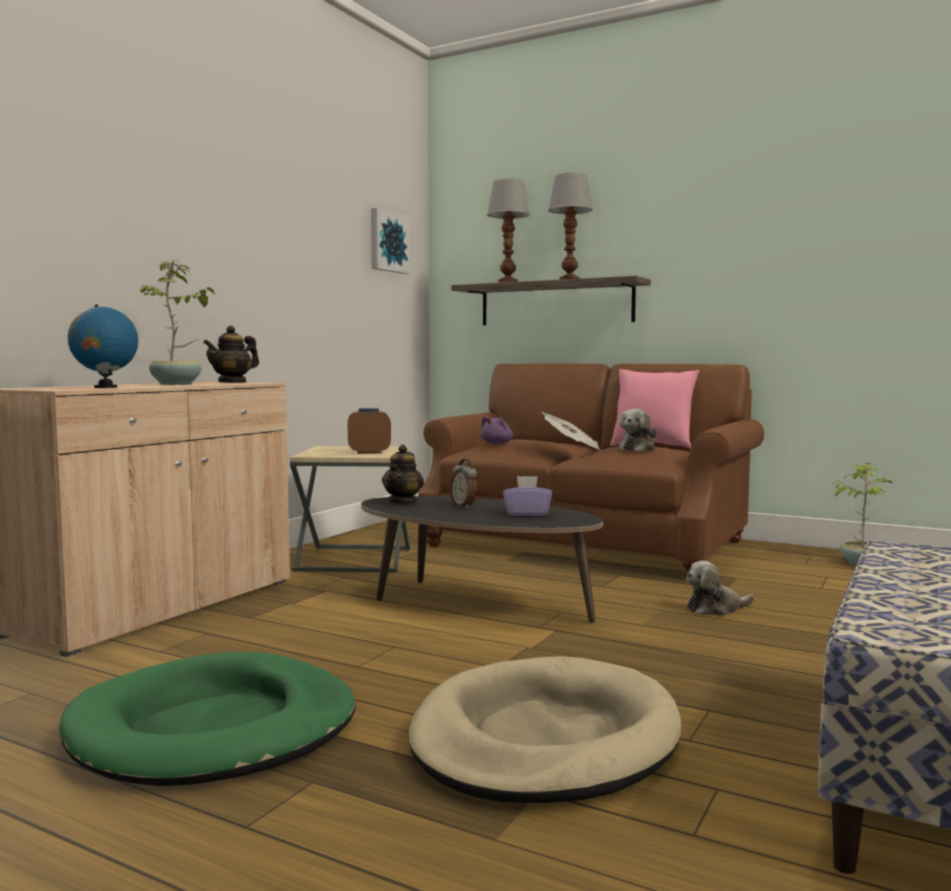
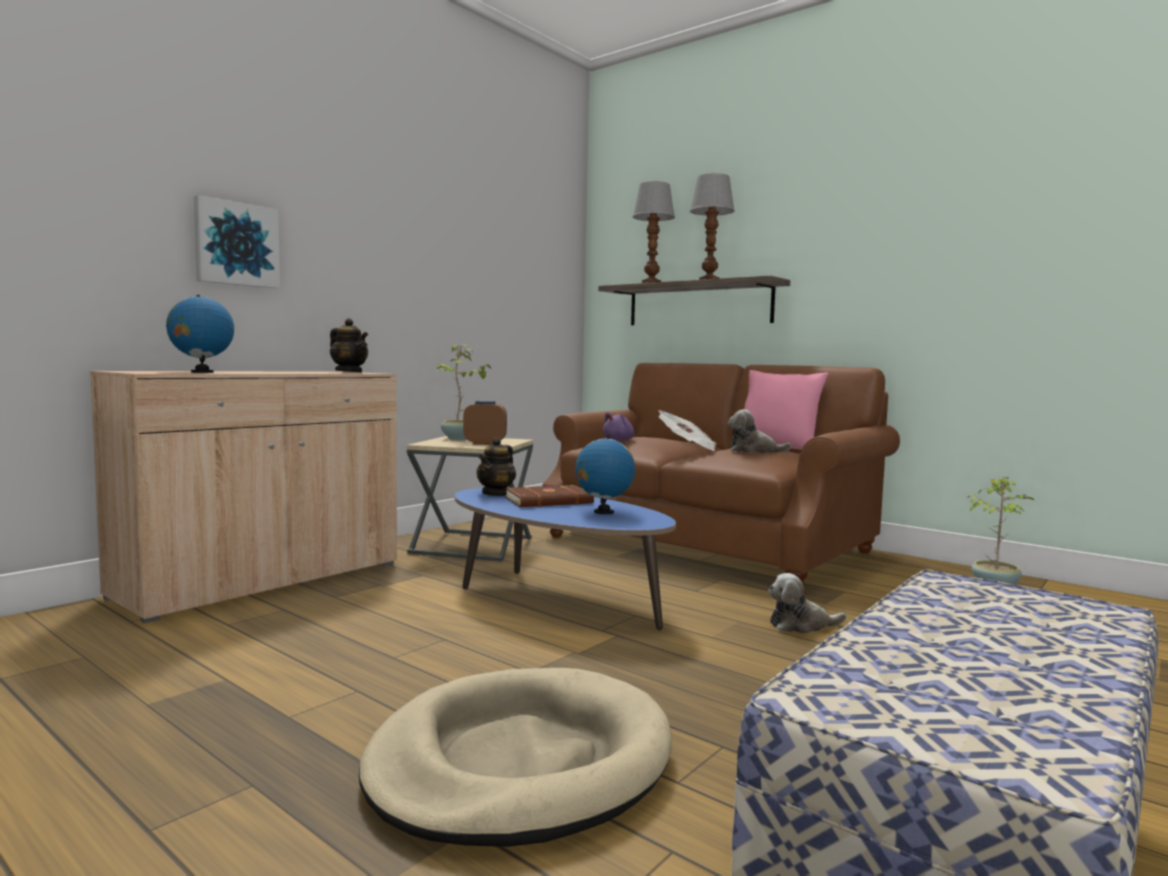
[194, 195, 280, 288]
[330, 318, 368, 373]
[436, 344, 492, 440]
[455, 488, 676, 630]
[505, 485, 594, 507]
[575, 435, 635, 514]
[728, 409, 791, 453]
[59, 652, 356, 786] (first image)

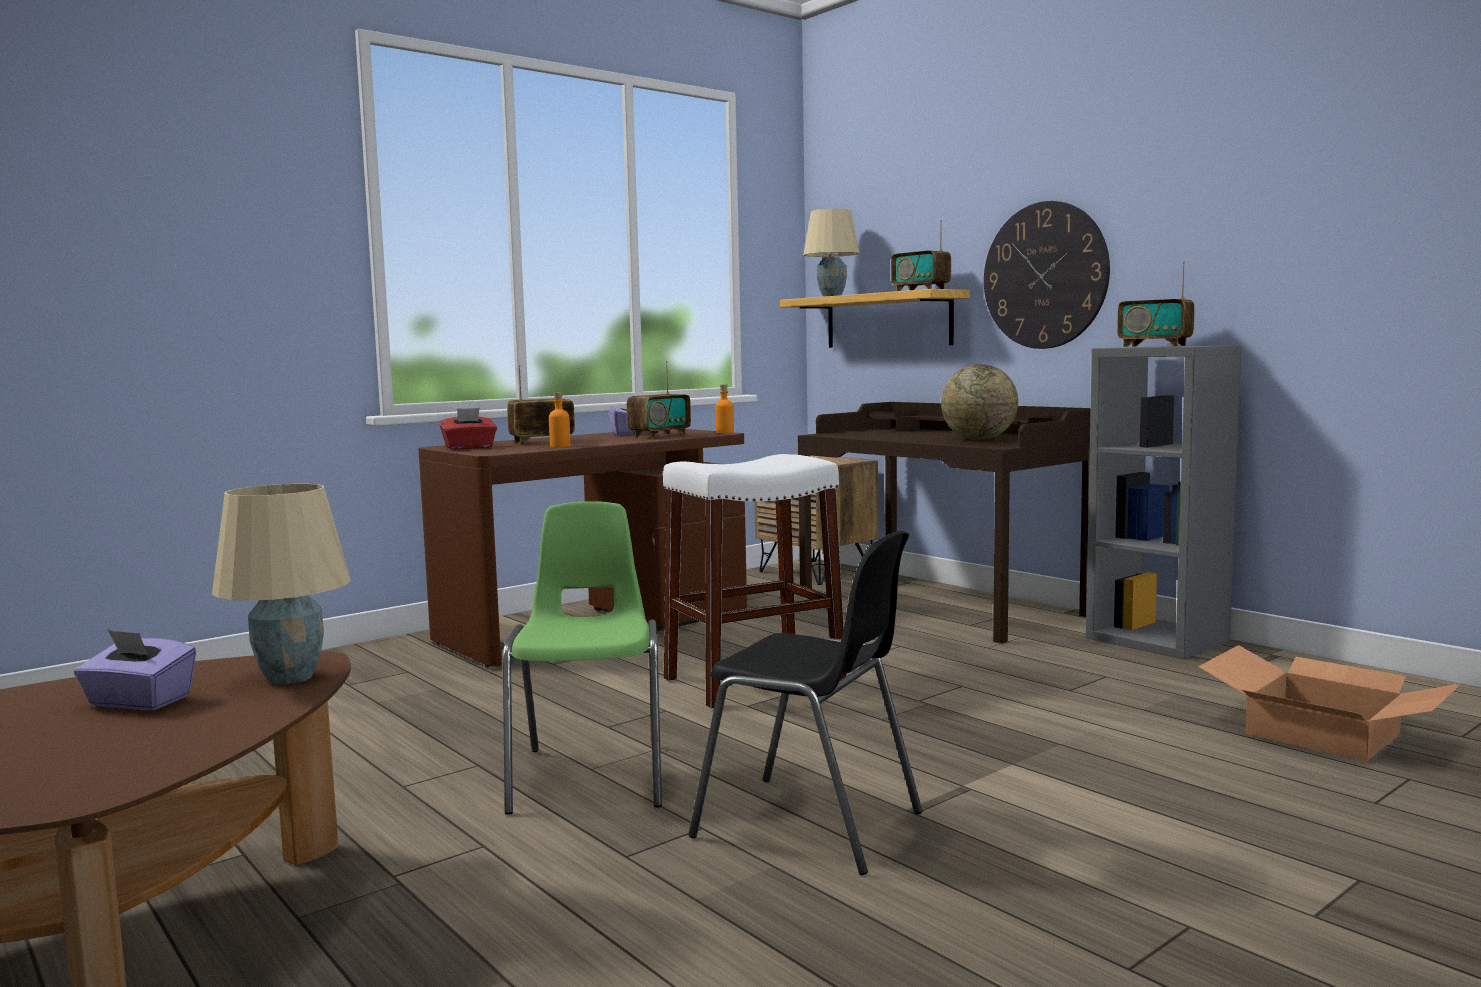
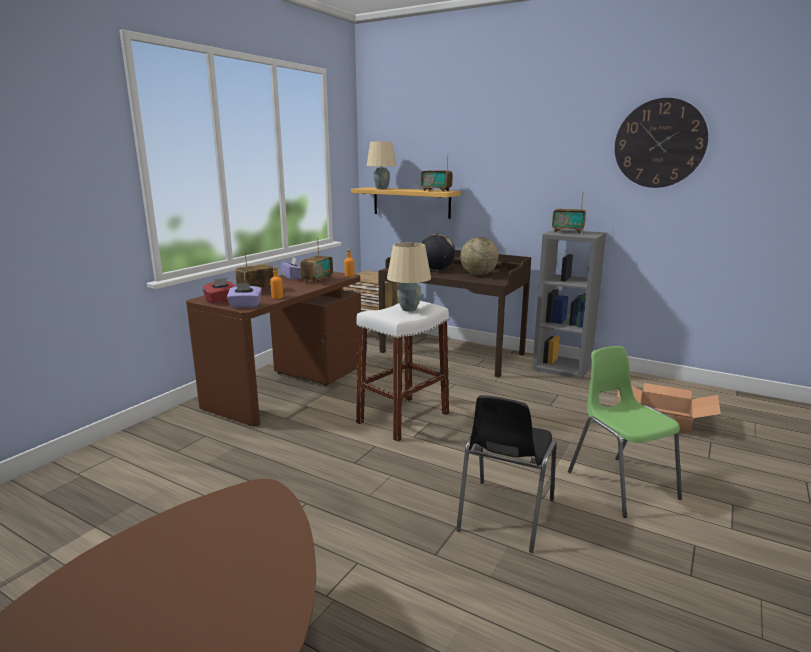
[227, 283, 262, 308]
[387, 242, 431, 312]
[422, 234, 455, 270]
[456, 395, 557, 553]
[568, 346, 682, 518]
[615, 98, 708, 188]

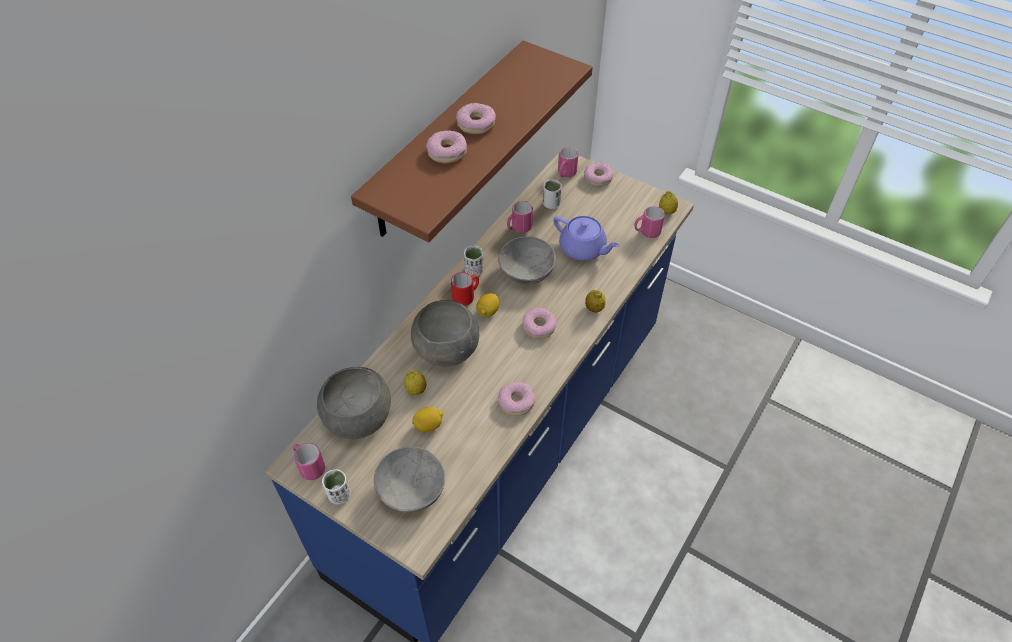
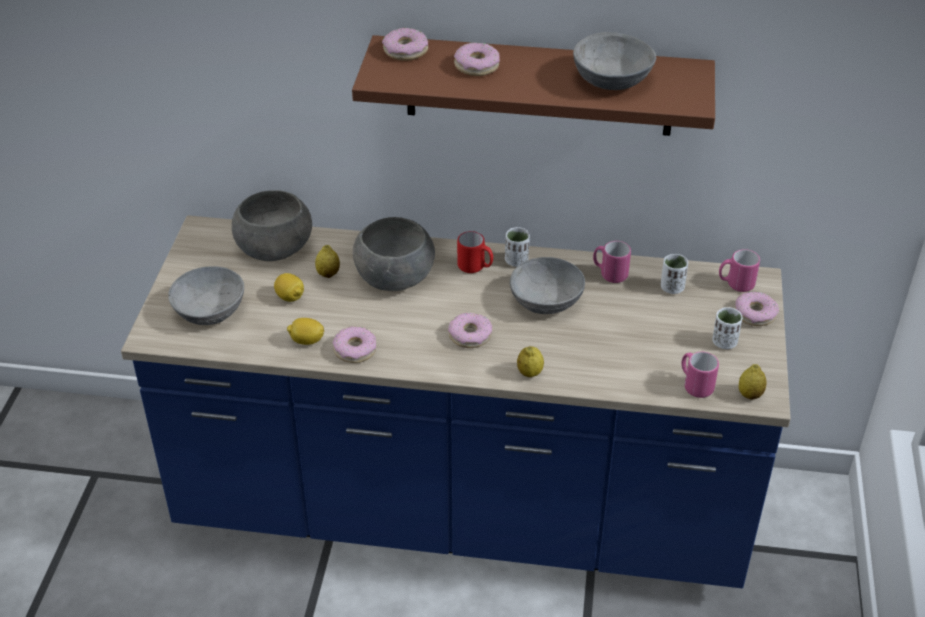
[287, 318, 325, 345]
[382, 28, 428, 61]
[573, 32, 656, 90]
[712, 307, 742, 349]
[293, 443, 325, 480] (first image)
[553, 216, 620, 261] (first image)

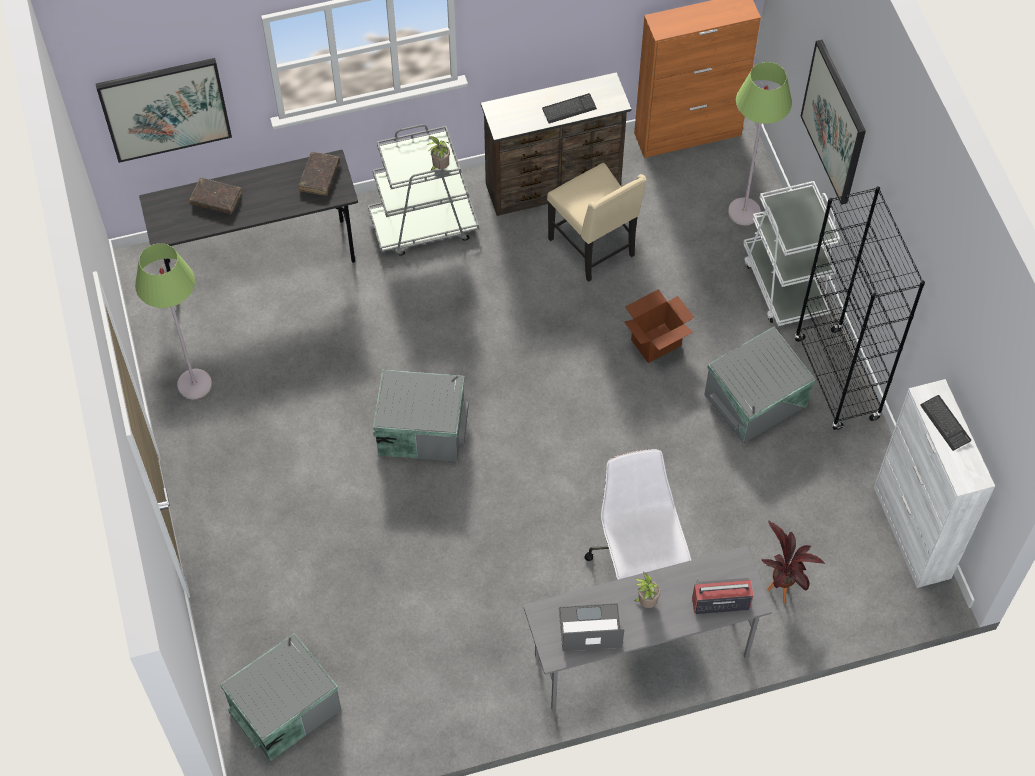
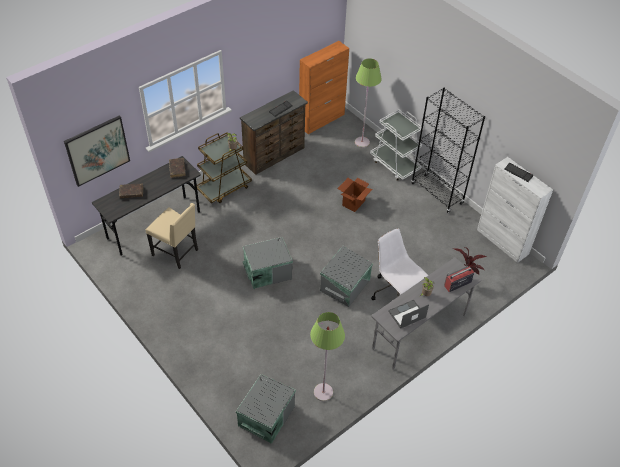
[146, 203, 198, 269]
[197, 132, 252, 203]
[310, 312, 345, 401]
[320, 246, 373, 307]
[801, 40, 866, 205] (first image)

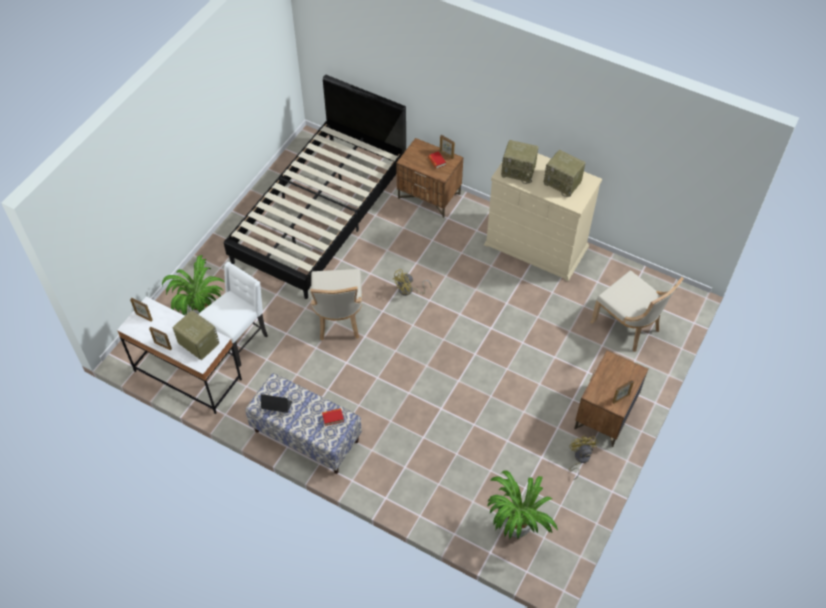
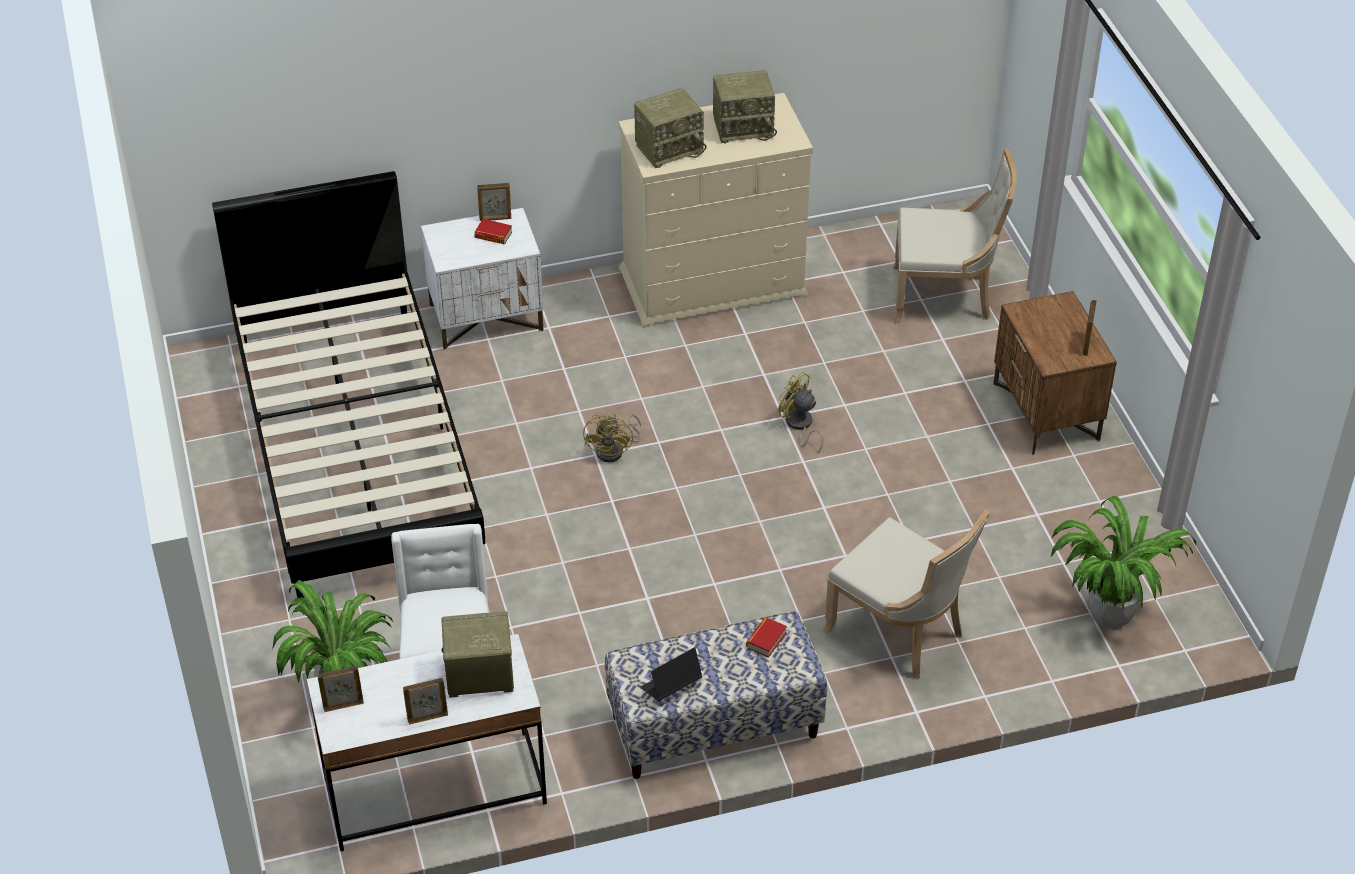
[421, 208, 543, 350]
[778, 371, 823, 453]
[823, 509, 990, 679]

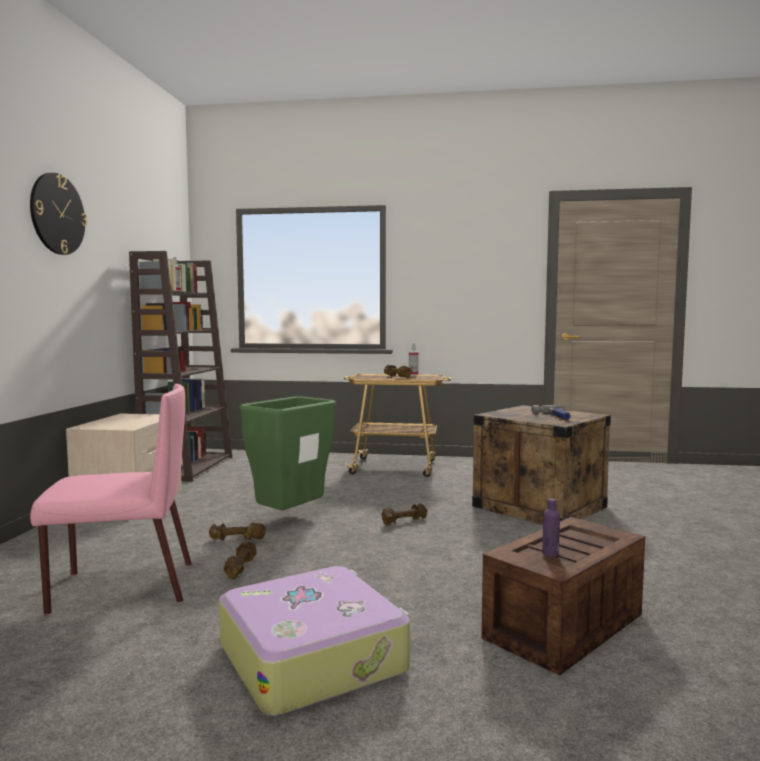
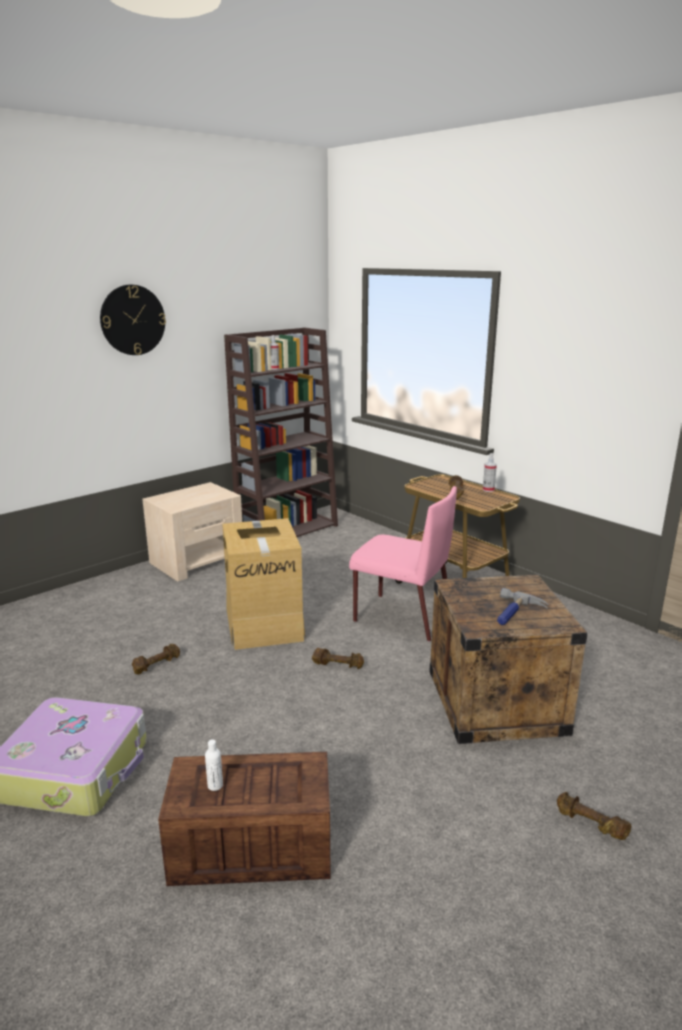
[205, 739, 223, 791]
[222, 518, 305, 650]
[349, 486, 457, 641]
[557, 792, 631, 840]

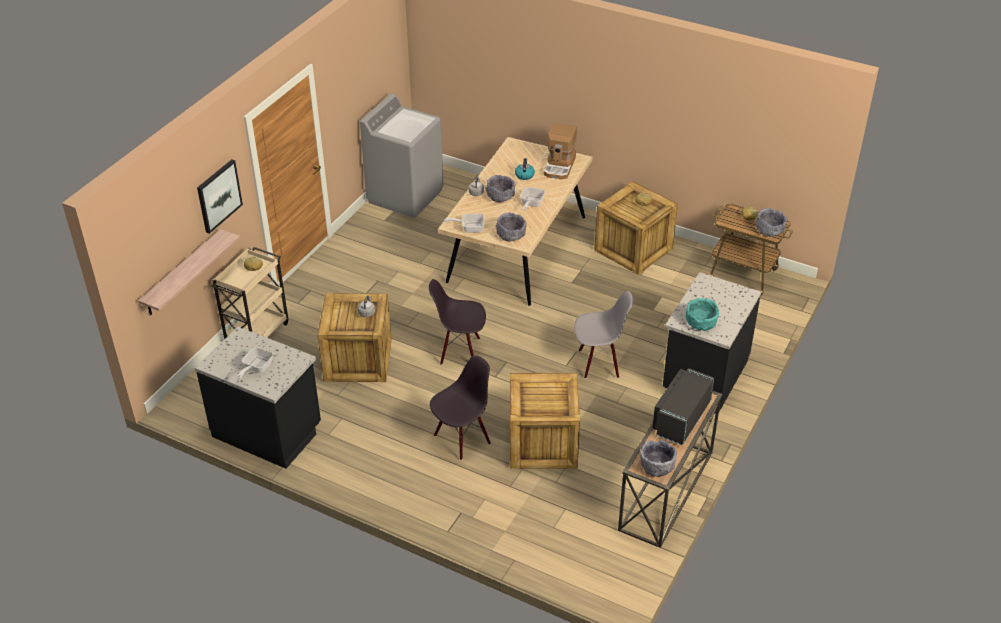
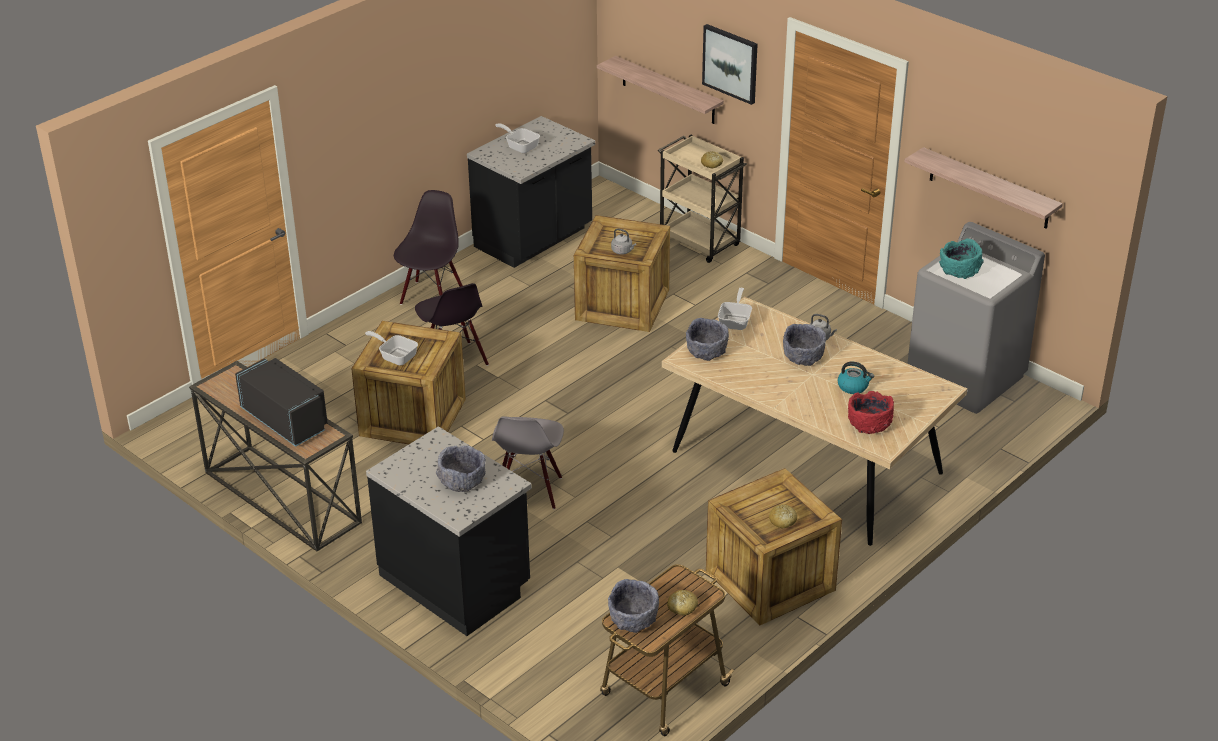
[365, 331, 418, 365]
[394, 190, 463, 305]
[436, 445, 486, 492]
[848, 391, 894, 434]
[904, 147, 1063, 229]
[939, 238, 984, 279]

